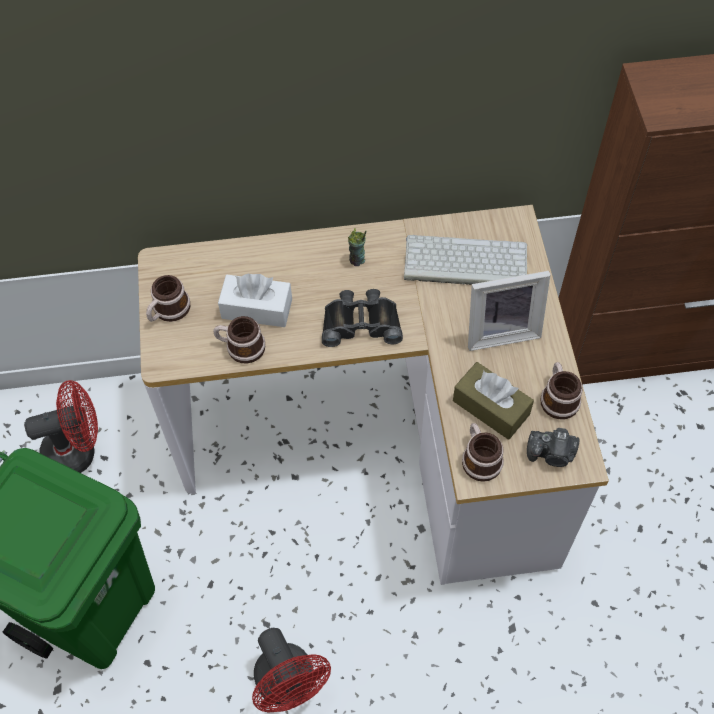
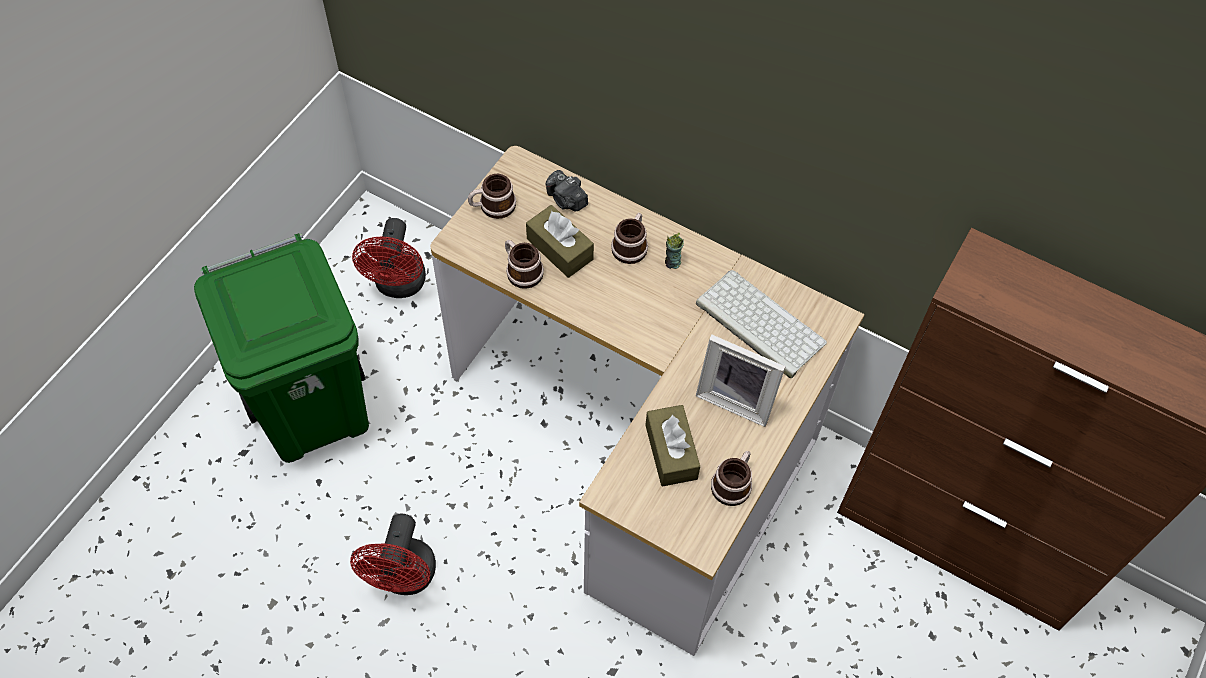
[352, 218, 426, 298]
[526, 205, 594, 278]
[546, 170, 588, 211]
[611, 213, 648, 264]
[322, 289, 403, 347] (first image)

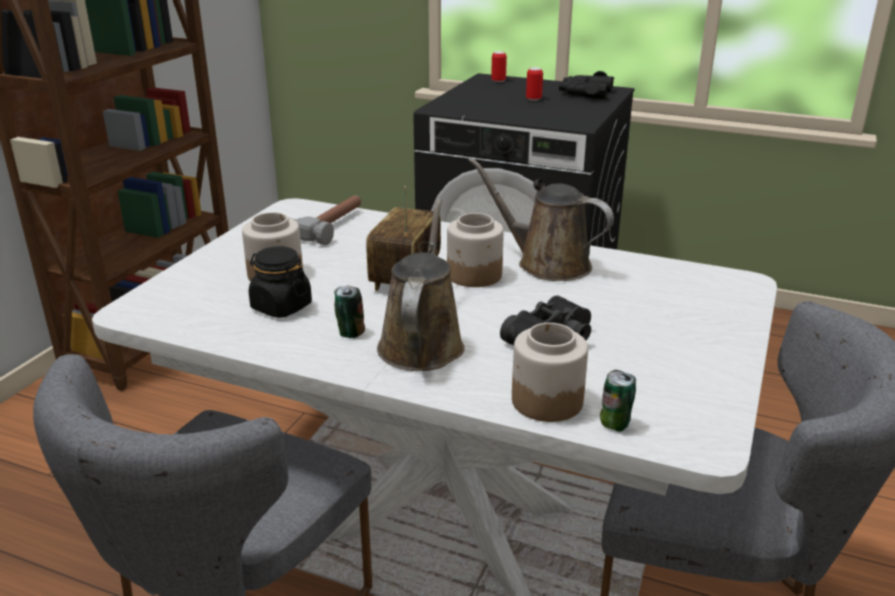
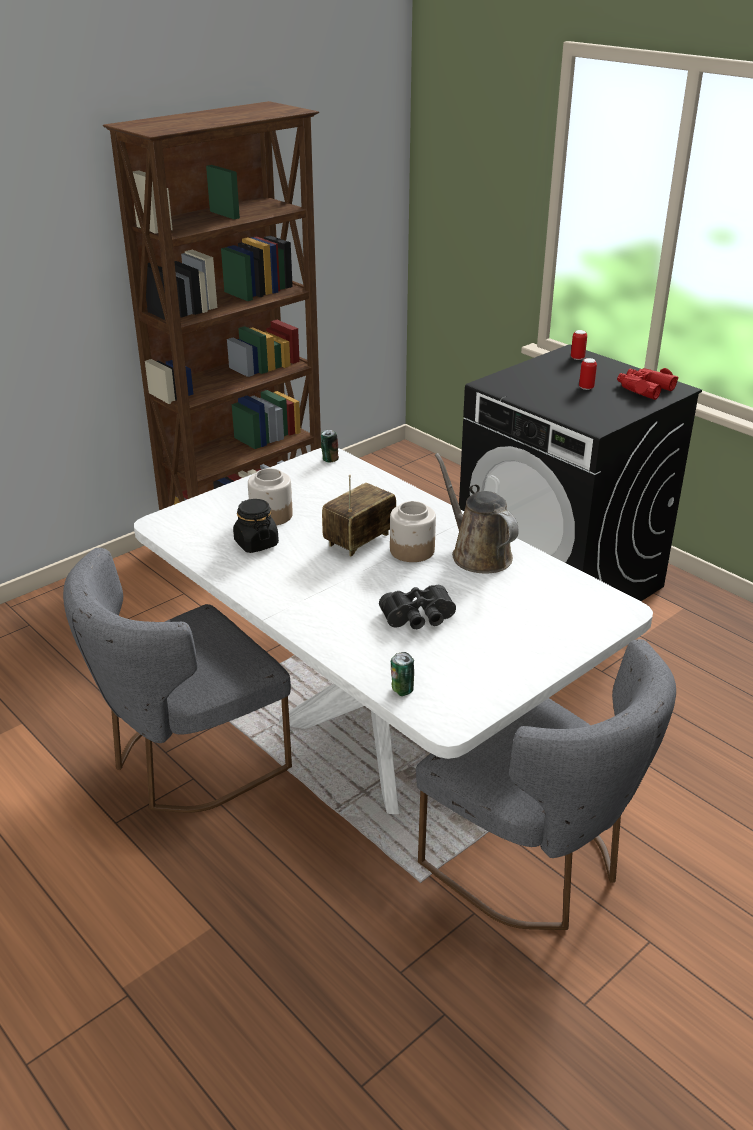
[321, 430, 339, 463]
[617, 368, 679, 400]
[277, 195, 361, 245] (first image)
[377, 199, 465, 371] (first image)
[512, 323, 588, 422] (first image)

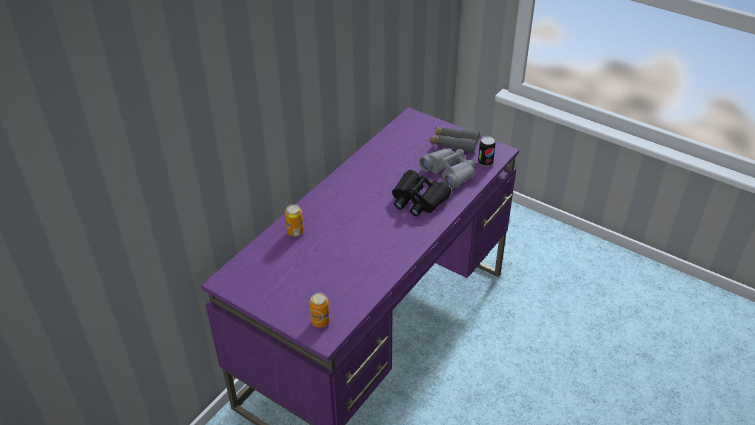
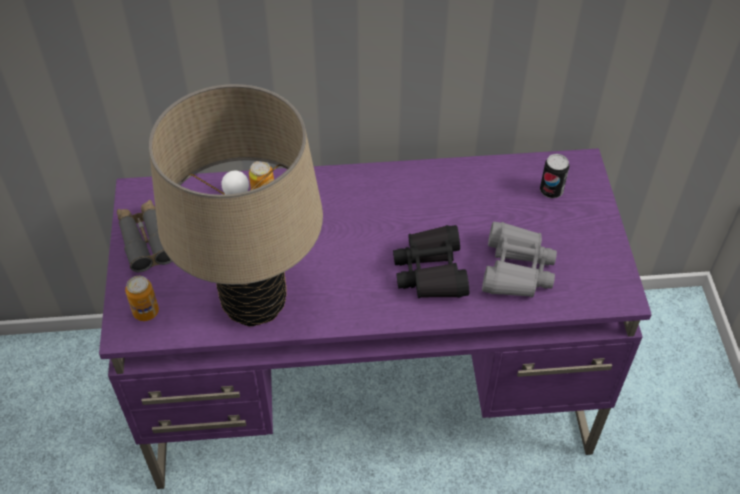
[117, 200, 173, 272]
[149, 84, 323, 327]
[540, 154, 570, 198]

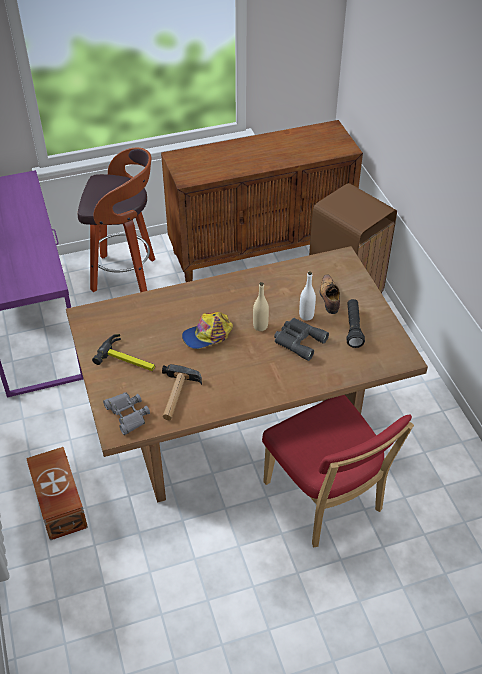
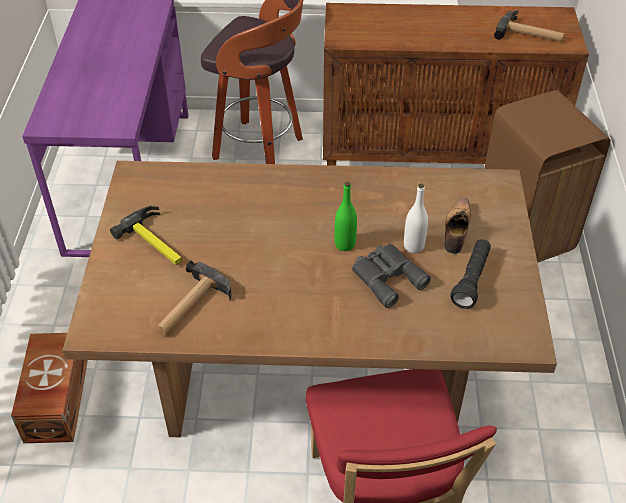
[335, 182, 357, 251]
[494, 10, 565, 42]
[103, 392, 150, 435] (first image)
[182, 312, 233, 349] (first image)

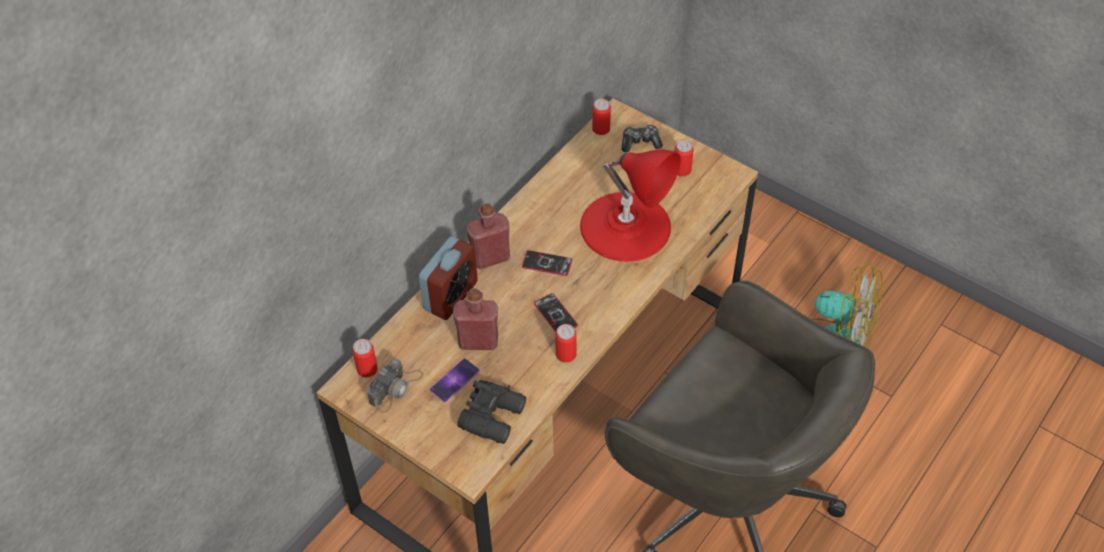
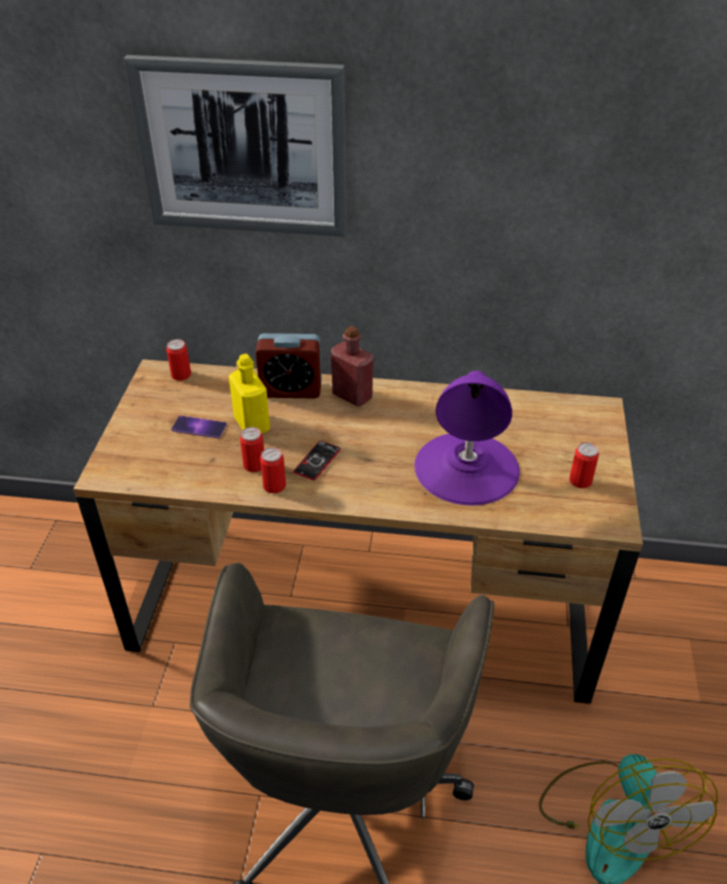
[124, 55, 347, 237]
[229, 354, 270, 433]
[240, 427, 264, 472]
[414, 370, 520, 505]
[367, 358, 423, 413] (first image)
[457, 380, 526, 444] (first image)
[522, 250, 572, 276] (first image)
[622, 124, 663, 152] (first image)

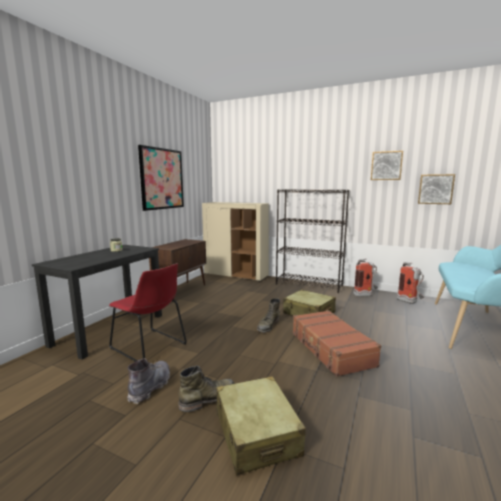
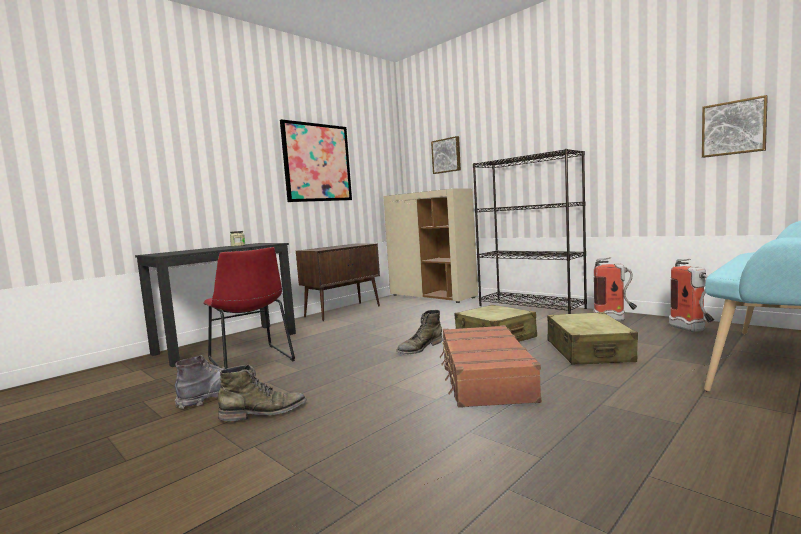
[431, 136, 461, 174]
[547, 312, 638, 365]

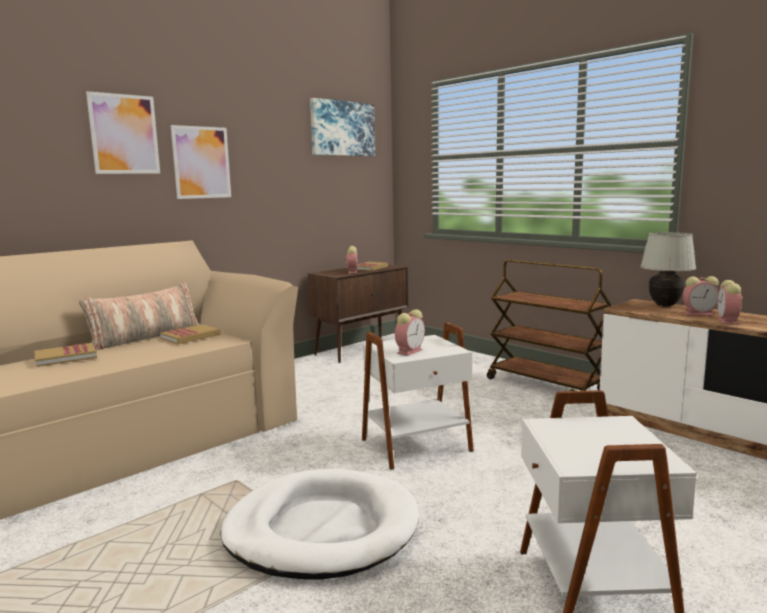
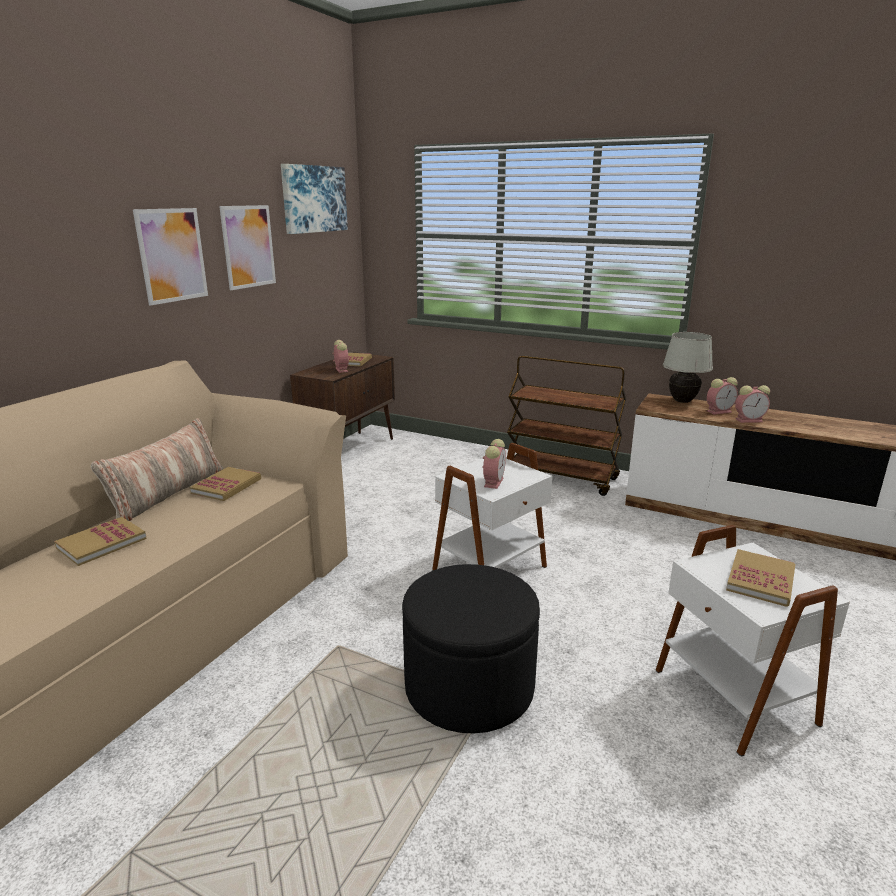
[219, 205, 276, 290]
[402, 564, 540, 733]
[726, 549, 795, 607]
[735, 385, 770, 423]

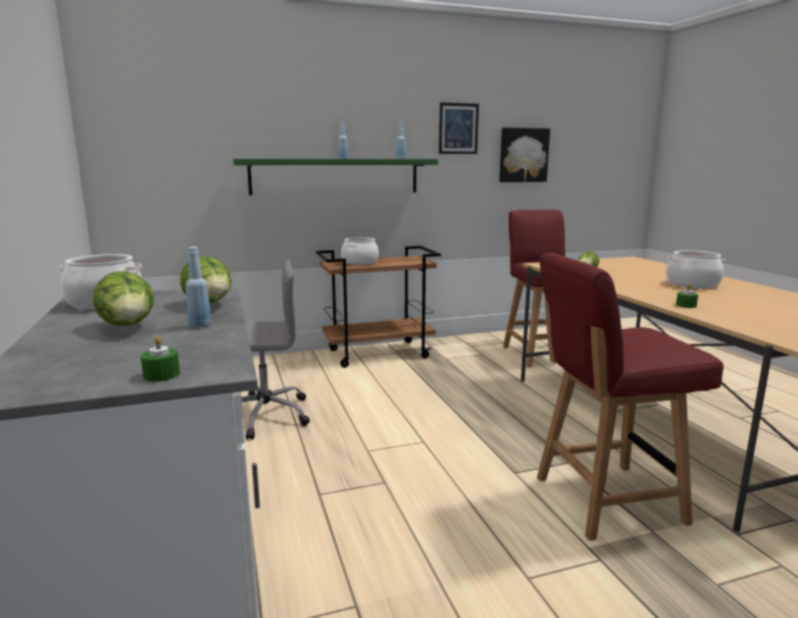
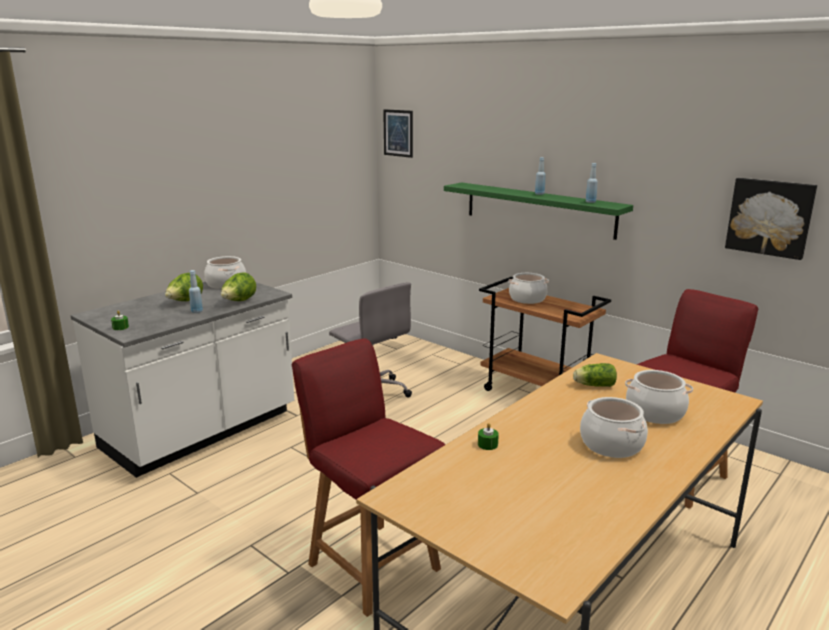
[383, 109, 413, 158]
[625, 370, 693, 424]

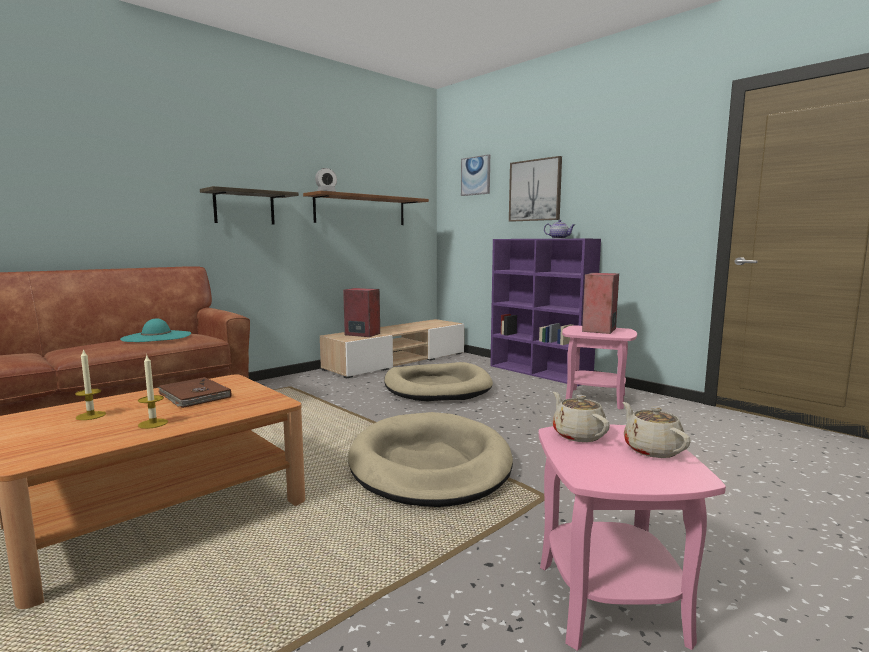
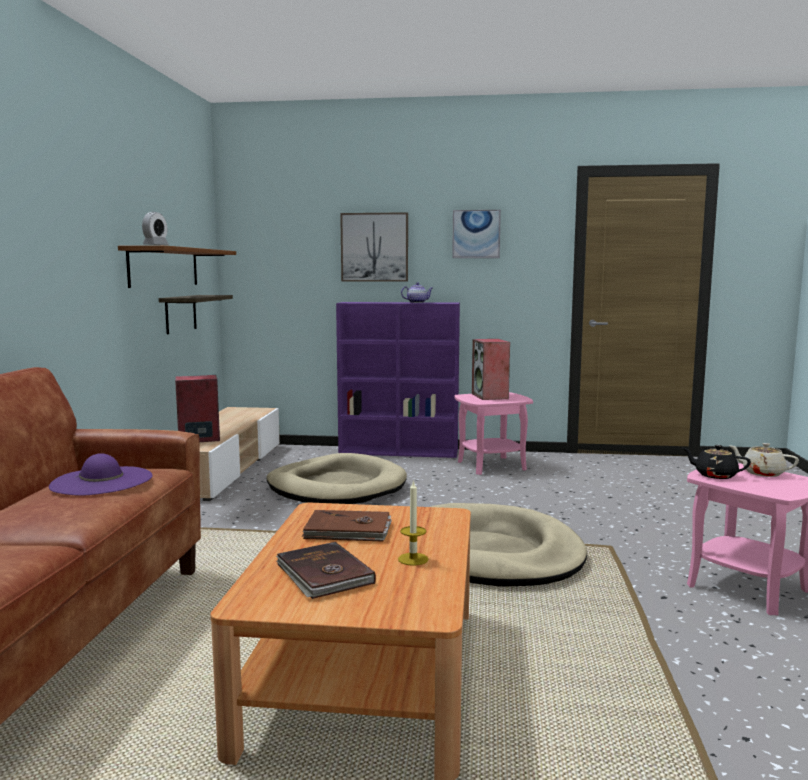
[49, 453, 152, 496]
[159, 295, 233, 334]
[276, 542, 376, 599]
[452, 210, 501, 258]
[682, 445, 751, 479]

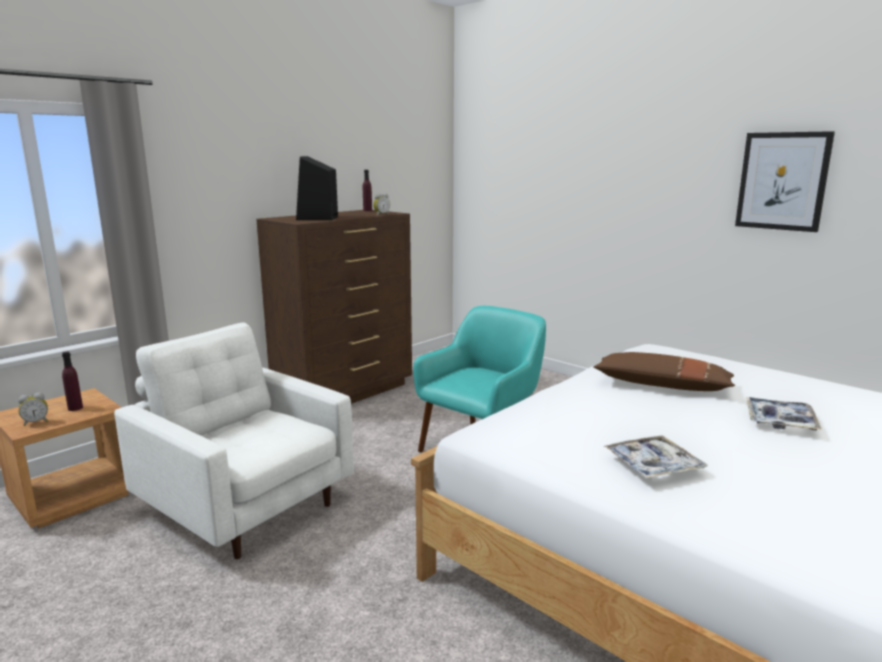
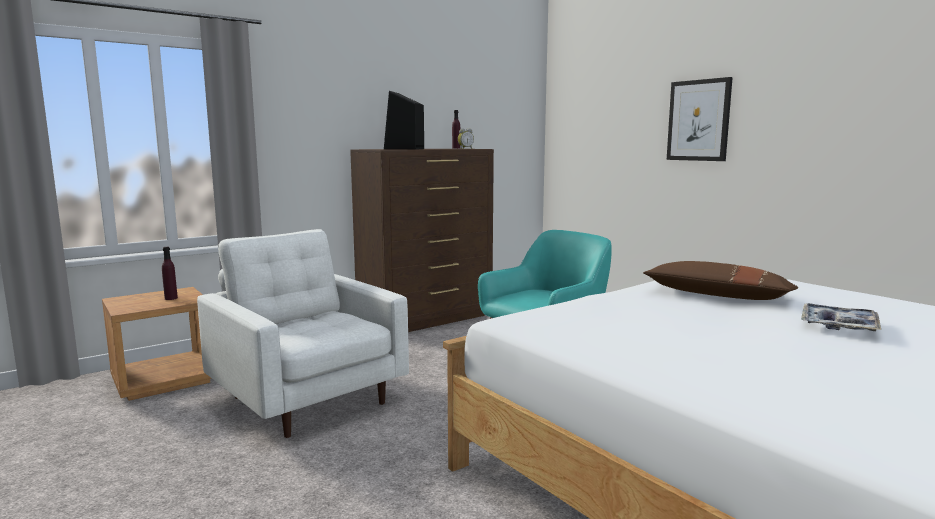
[667, 77, 733, 161]
[18, 392, 48, 426] (first image)
[603, 435, 707, 479] (first image)

